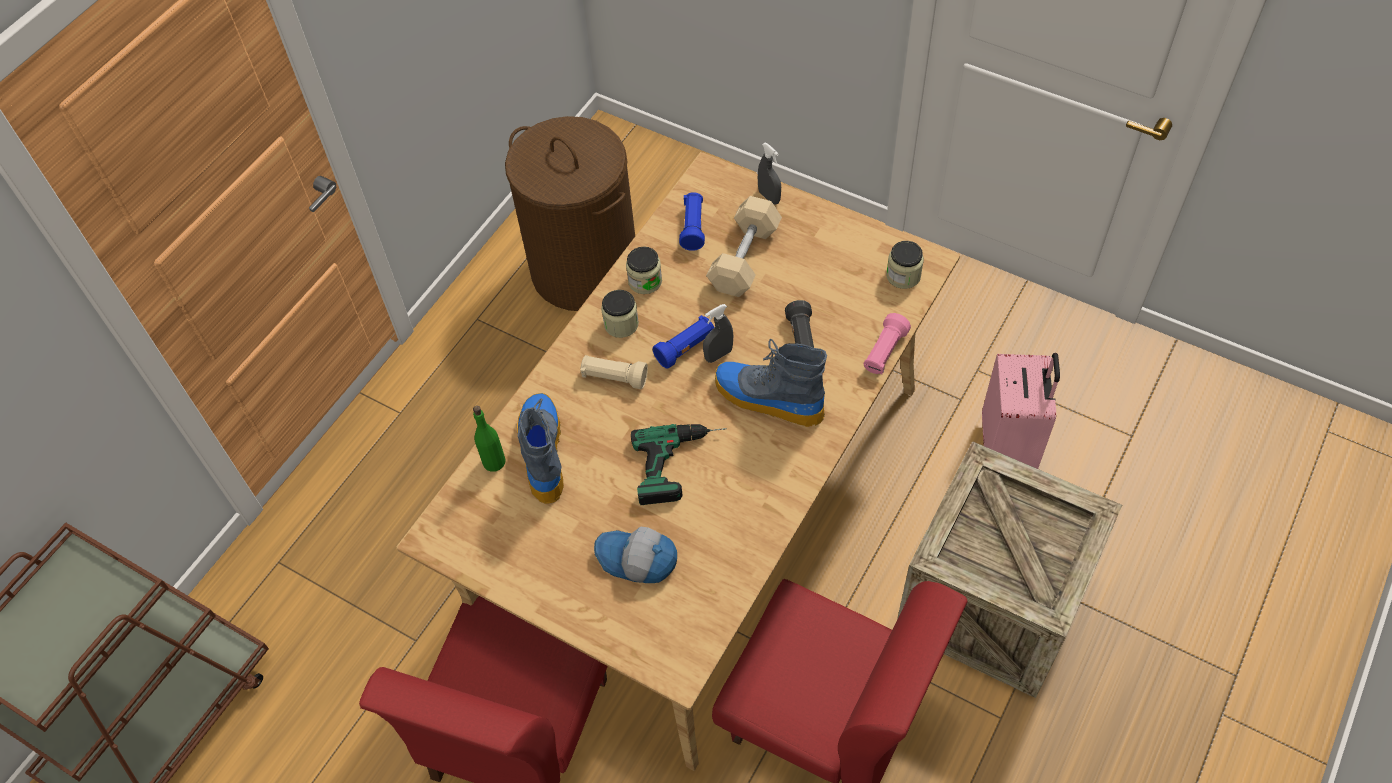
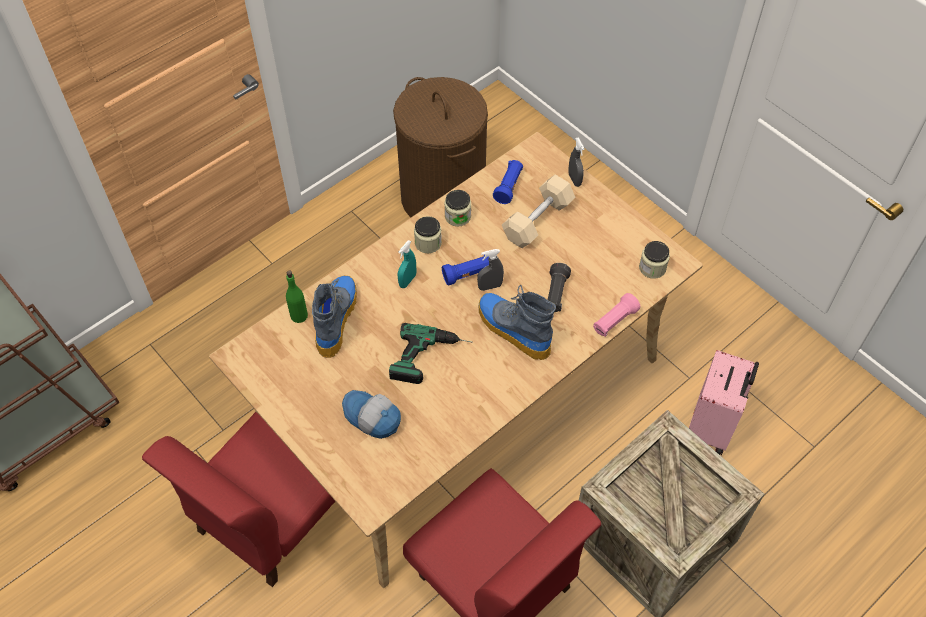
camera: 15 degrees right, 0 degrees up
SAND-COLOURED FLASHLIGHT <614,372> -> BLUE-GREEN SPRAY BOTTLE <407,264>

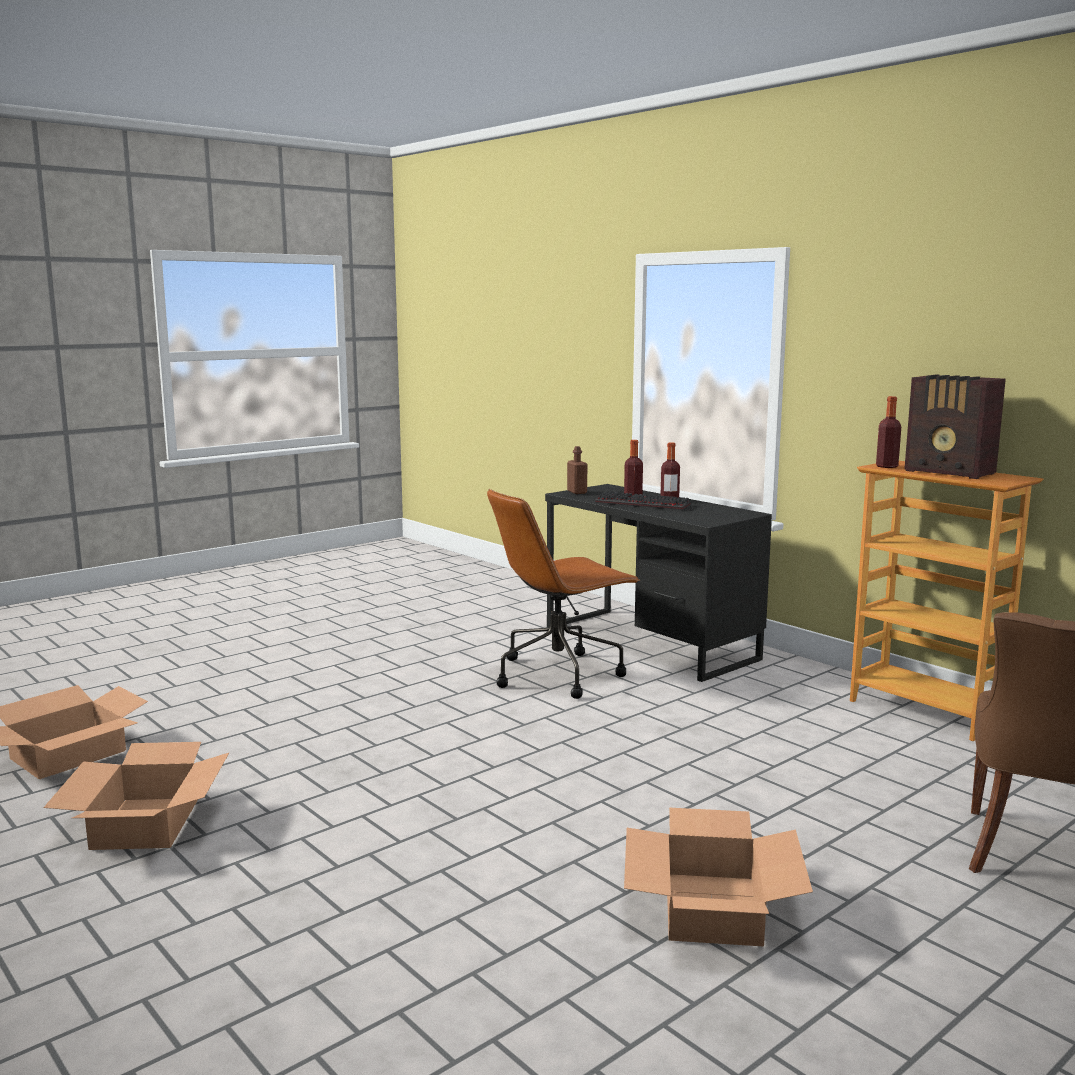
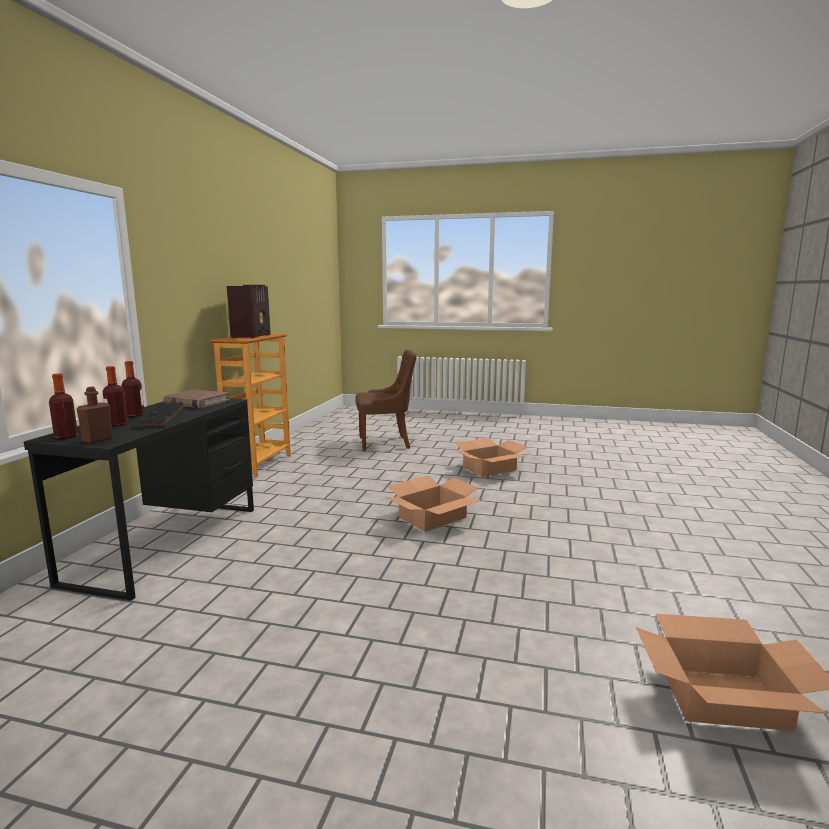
camera: 125 degrees left, 0 degrees up
BEVERAGE BOTTLE <888,432> -> BEVERAGE BOTTLE <63,406>, relocated
none -> BROWNISH VOLUME <196,398>
CARDBOARD BOX <136,796> -> CARDBOARD BOX <433,503>, relocated
BROWNISH DESK CHAIR <563,594> -> none

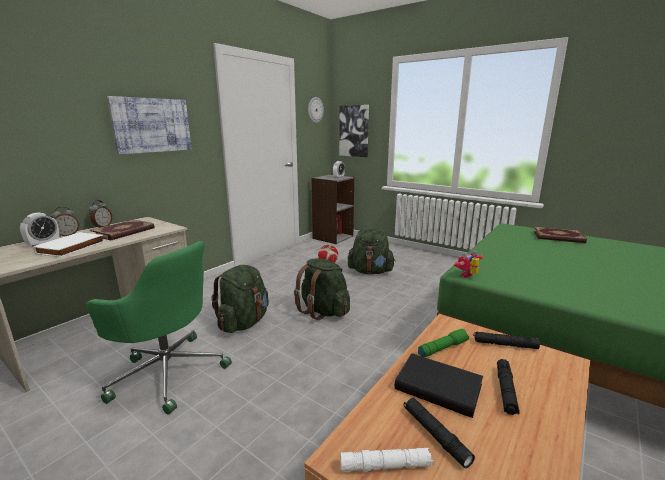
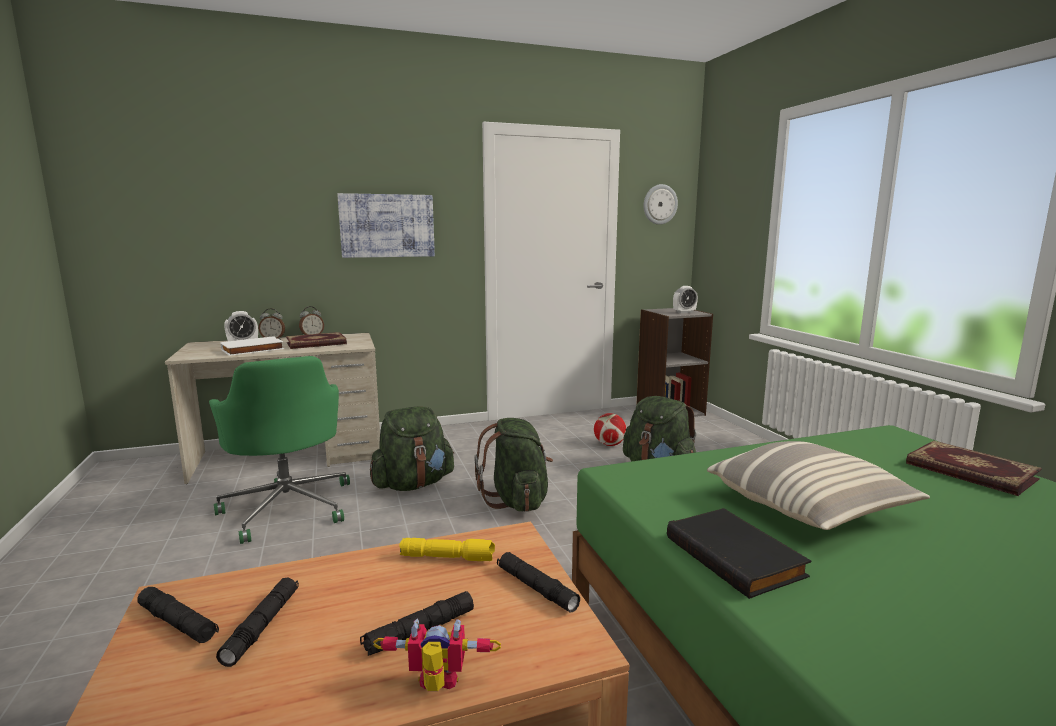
camera: 35 degrees right, 5 degrees down
WHITE-COLOURED FLASHLIGHT <387,460> -> BLACKISH FLASHLIGHT <178,615>
TOY ROBOT <468,264> -> TOY ROBOT <437,654>, relocated
GREENISH FLASHLIGHT <443,343> -> YELLOWISH FLASHLIGHT <447,549>
BLACKISH VOLUME <439,385> -> BLACKISH VOLUME <739,553>, relocated
none -> THROW PILLOW <818,485>
PICTURE <354,131> -> none

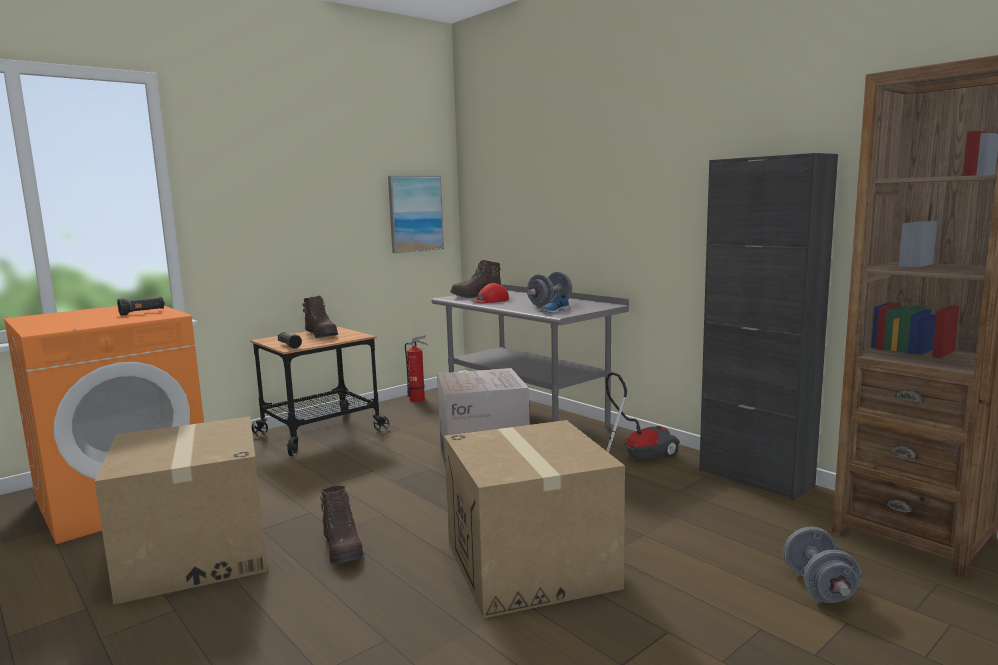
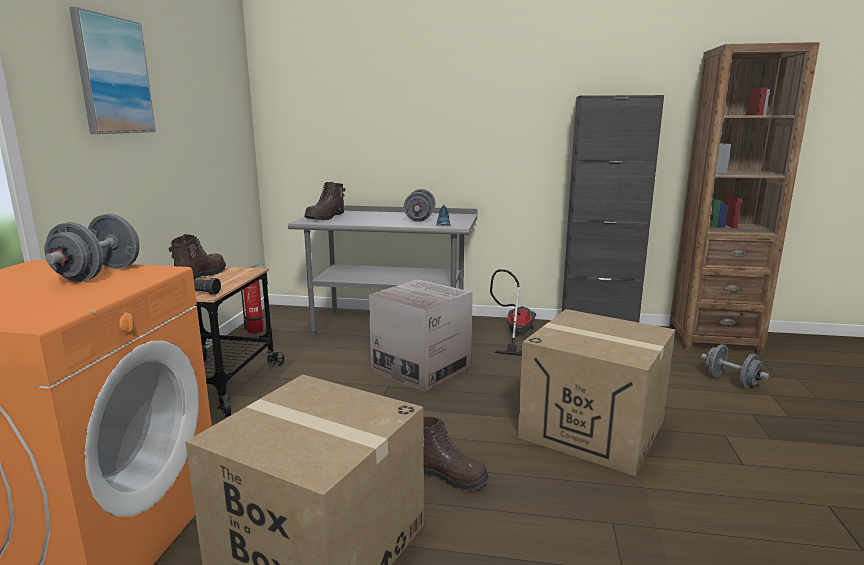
camera: 40 degrees left, 5 degrees up
BLACKISH FLASHLIGHT <141,306> -> GRAY FREE WEIGHT <92,248>
PICTURE <416,214> -> PICTURE <112,70>, relocated
BROWNISH BOOT <320,317> -> BROWNISH BOOT <197,256>, 90 degrees counterclockwise
REDDISH PEAKED CAP <490,293> -> none

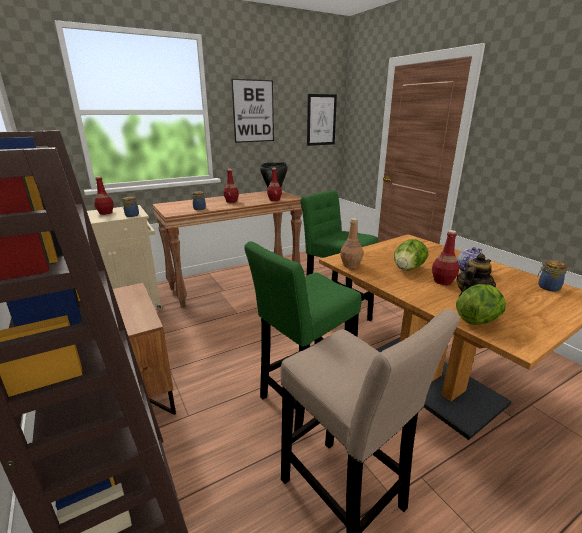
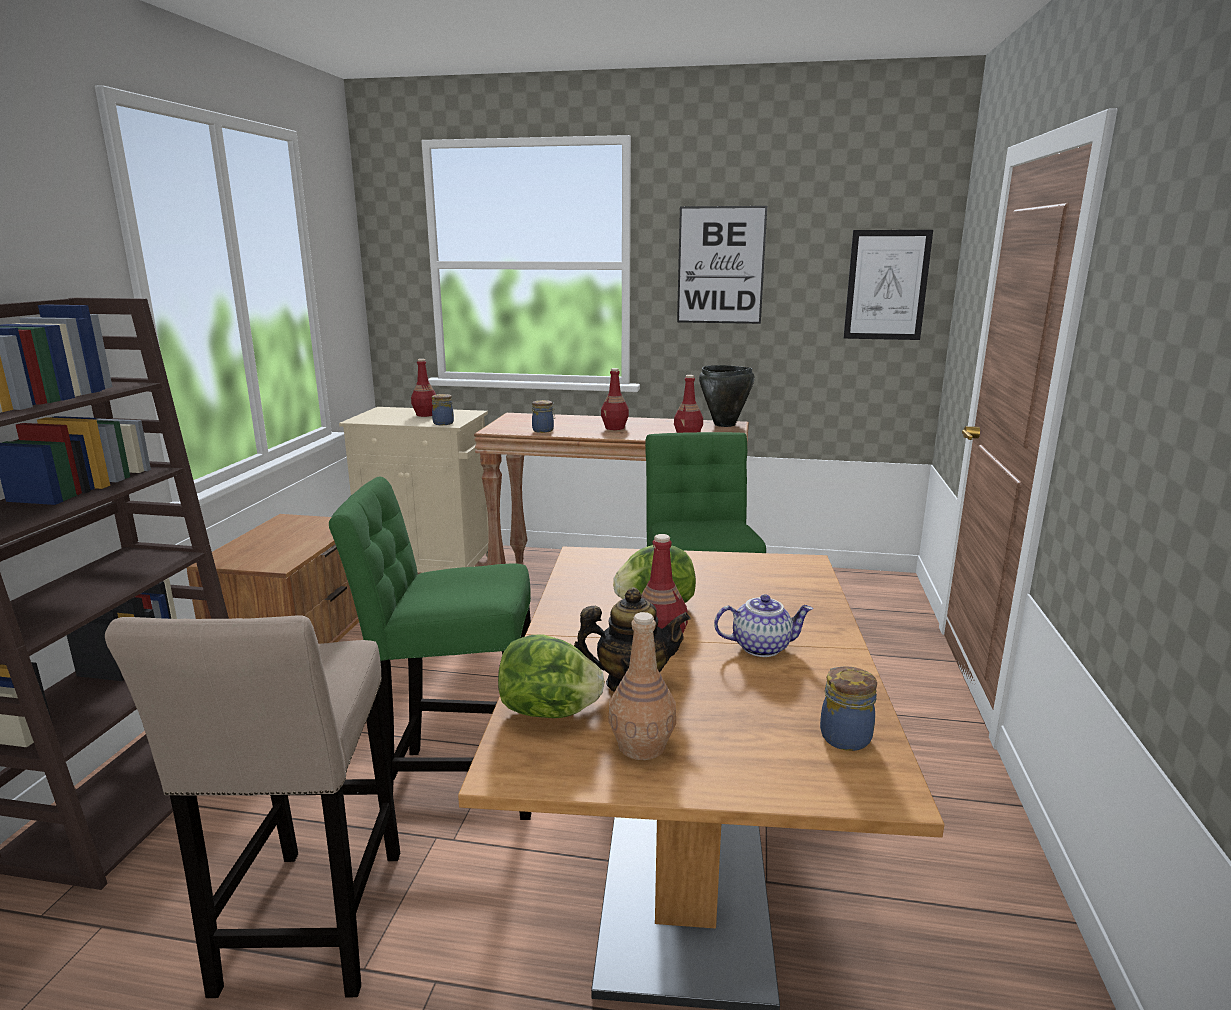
camera: 40 degrees right, 5 degrees down
BROWNISH BEVERAGE BOTTLE <351,243> -> BROWNISH BEVERAGE BOTTLE <642,686>, relocated

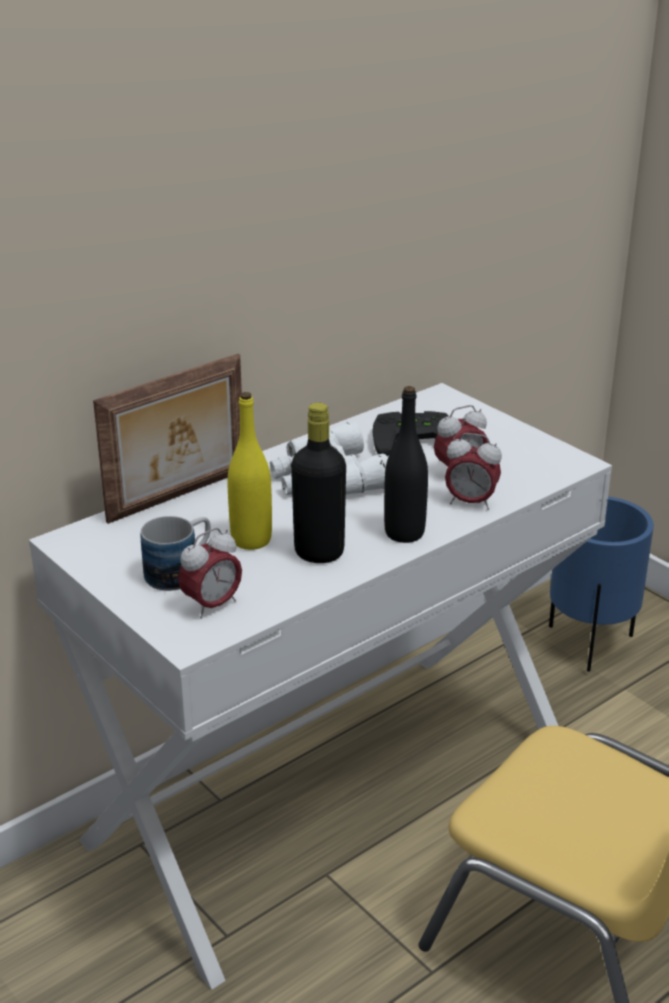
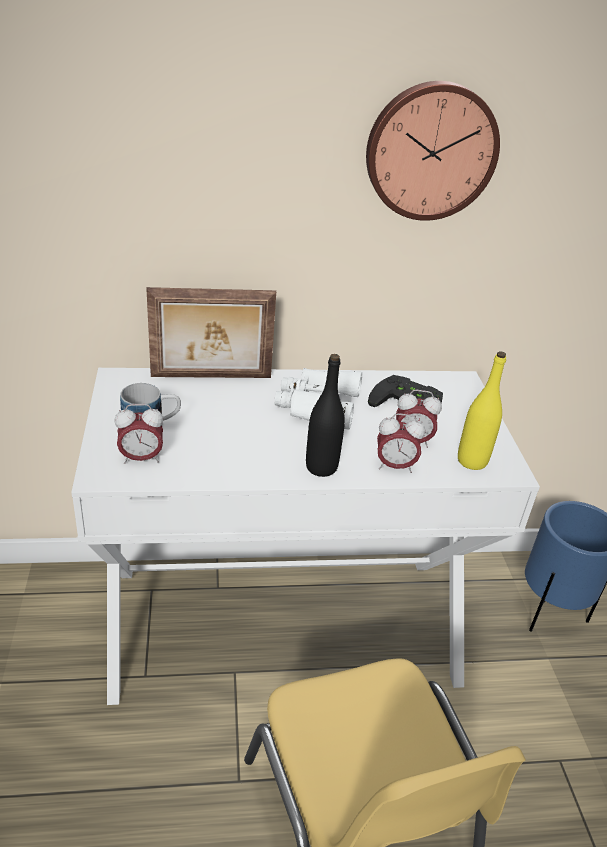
camera: 30 degrees right, 5 degrees up
none -> HANGING CLOCK <433,151>
BEDSIDE CLOCK <473,471> -> BEDSIDE CLOCK <401,443>, 45 degrees counterclockwise
YELLOWISH BEVERAGE BOTTLE <250,471> -> YELLOWISH BEVERAGE BOTTLE <482,410>, relocated
BLACKISH BEVERAGE BOTTLE <318,483> -> none

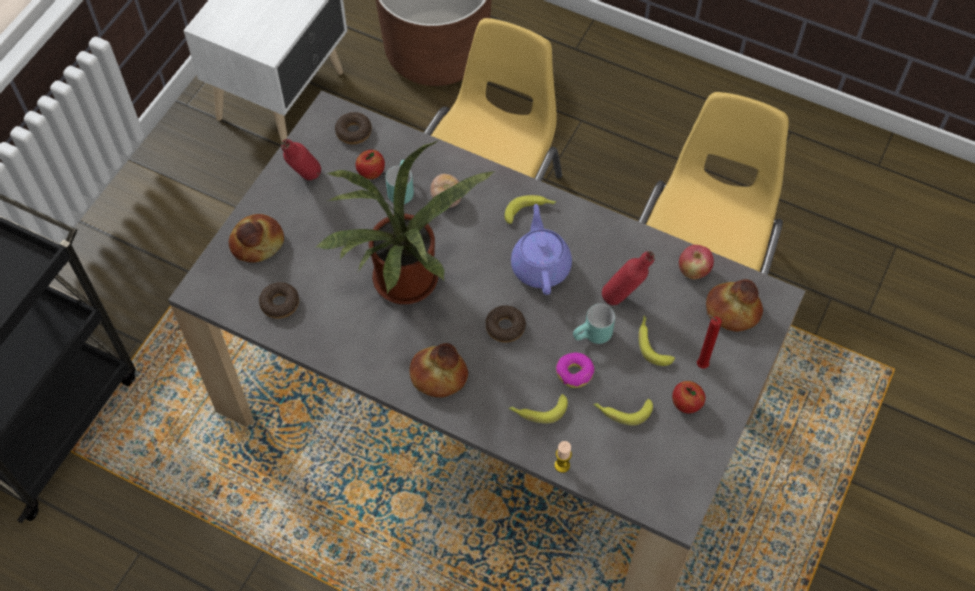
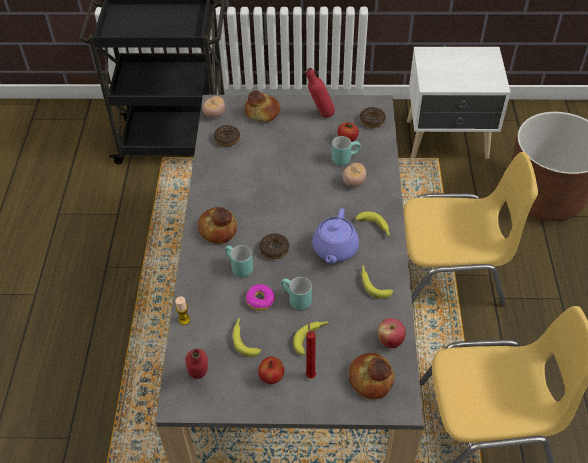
camera: 65 degrees right, 10 degrees down
REDDISH BEVERAGE BOTTLE <628,278> -> REDDISH BEVERAGE BOTTLE <196,364>, relocated
none -> TOMATO <213,107>
none -> BLUE-GREEN MUG <239,261>
PURPLE-COLOURED POT FOR TEA <541,249> -> PURPLE-COLOURED POT FOR TEA <335,236>, 135 degrees clockwise
BANANA FRUIT <538,409> -> BANANA FRUIT <377,281>, relocated
HOUSEPLANT <404,222> -> none

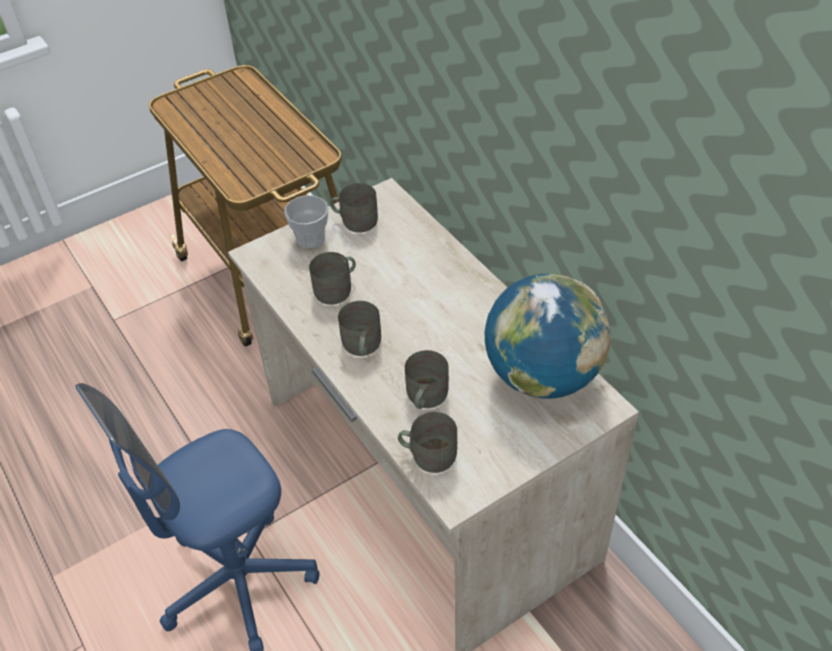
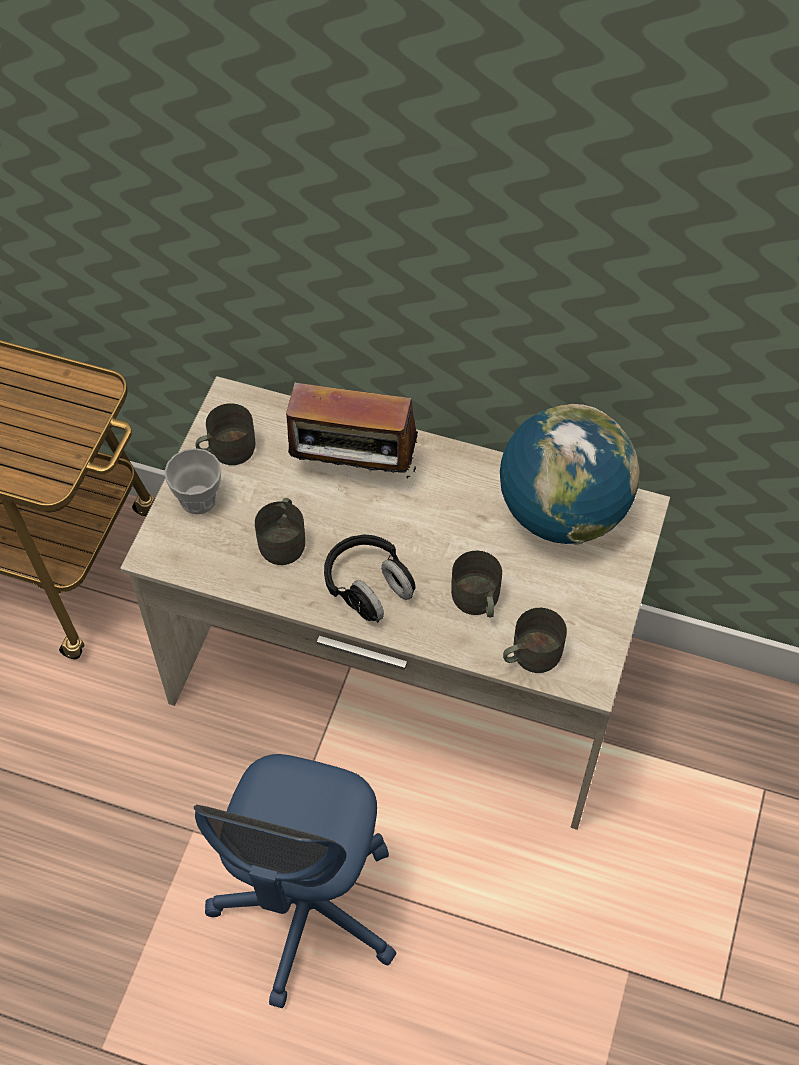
camera: 40 degrees left, 10 degrees up
none -> RADIO SET <352,427>
GRAY MUG <359,328> -> BLACKISH PAIR OF HEADPHONES <370,578>

